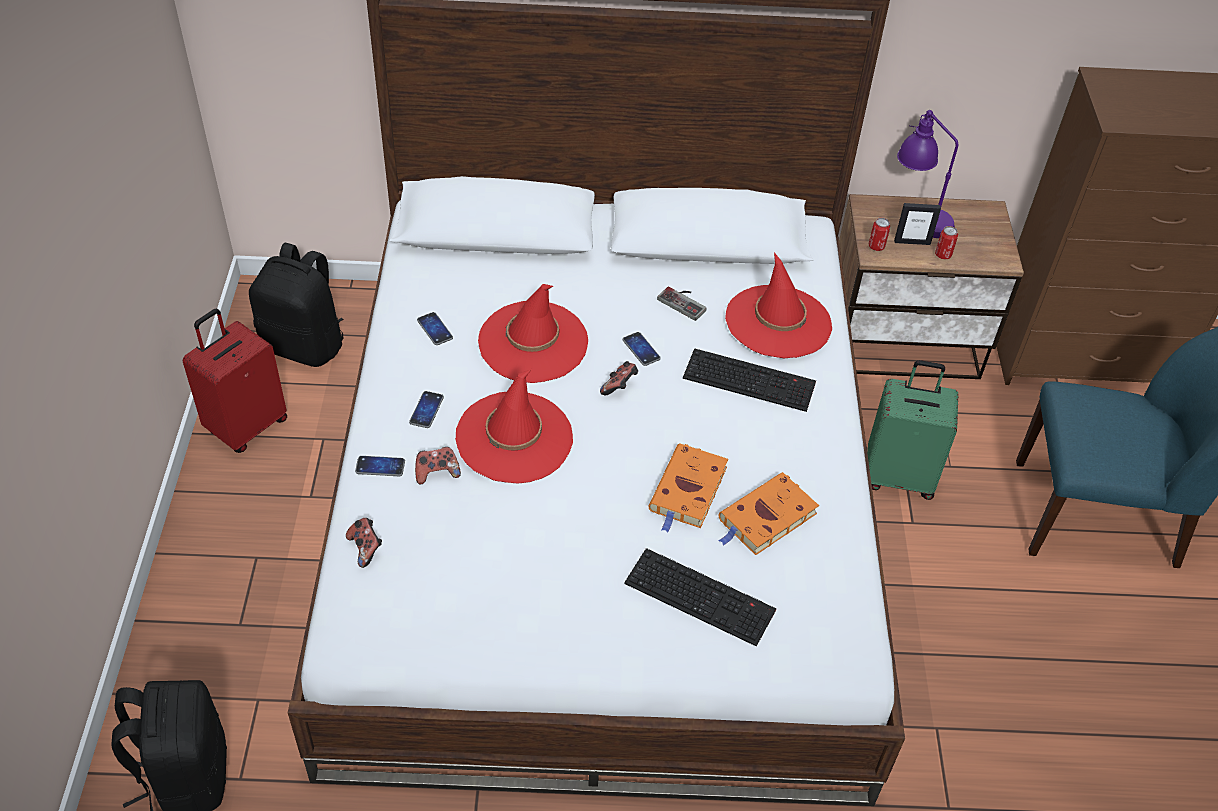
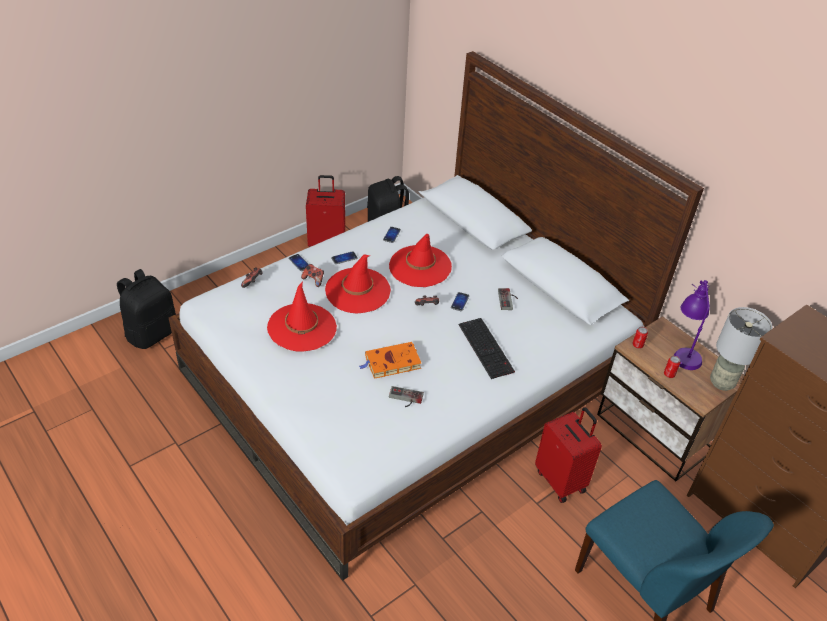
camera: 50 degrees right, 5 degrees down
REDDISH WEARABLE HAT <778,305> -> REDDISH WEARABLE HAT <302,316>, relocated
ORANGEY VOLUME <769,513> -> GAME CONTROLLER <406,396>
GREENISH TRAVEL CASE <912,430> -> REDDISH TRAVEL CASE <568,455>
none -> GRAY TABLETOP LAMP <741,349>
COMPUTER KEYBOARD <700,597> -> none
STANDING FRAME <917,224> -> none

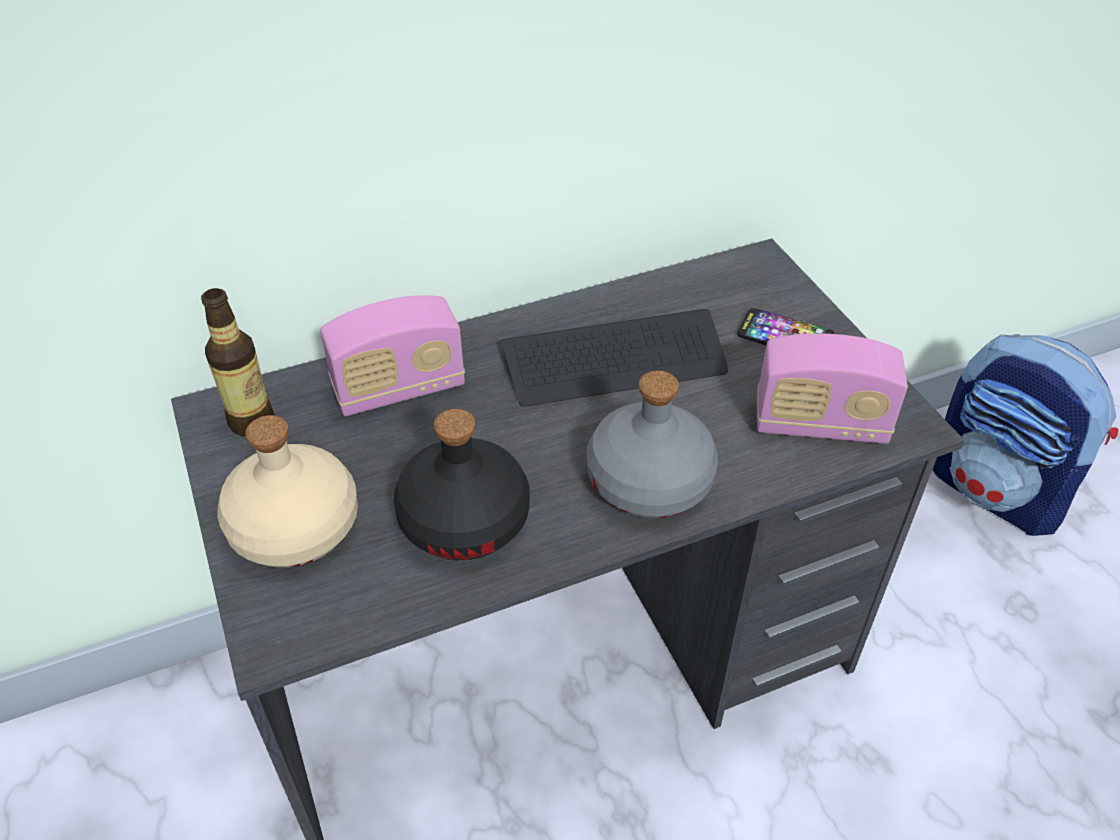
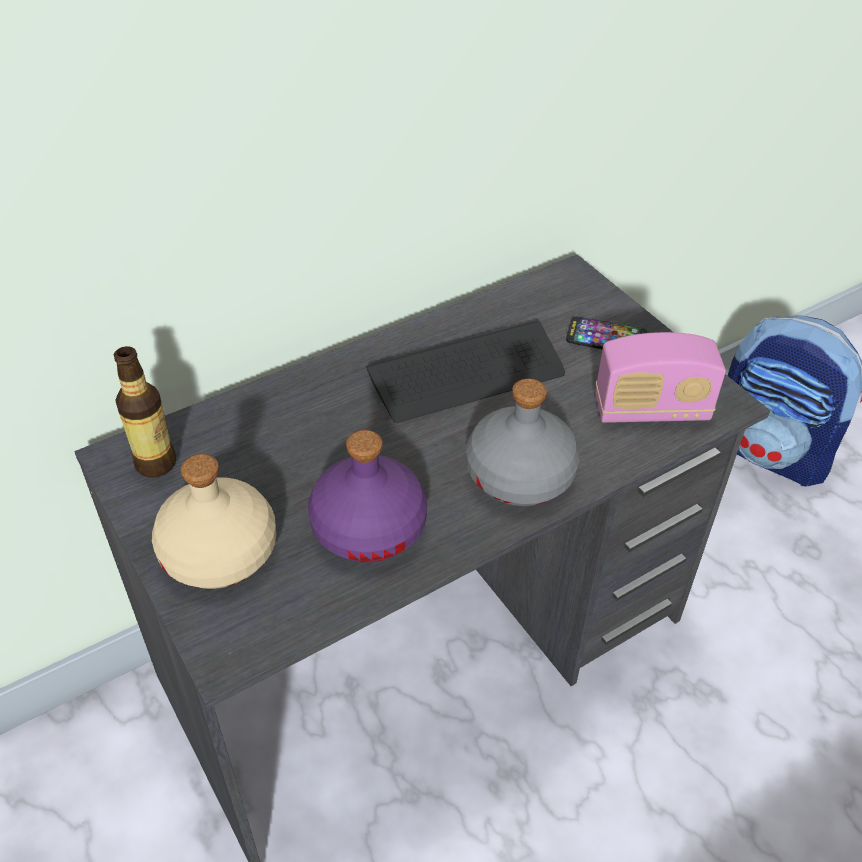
camera: 10 degrees left, 0 degrees up
BLACKISH BEVERAGE BOTTLE <462,484> -> PURPLE-COLOURED BEVERAGE BOTTLE <367,496>
RADIO SET <392,355> -> none

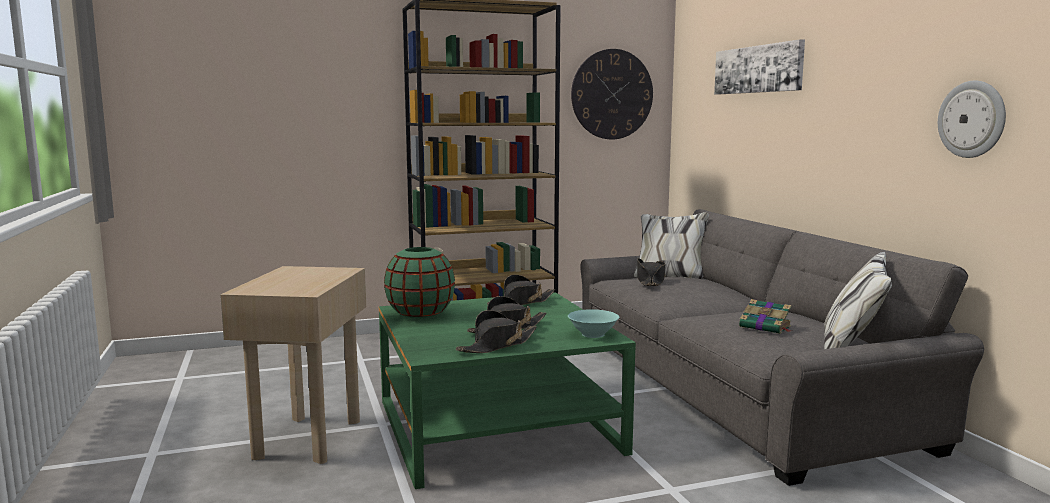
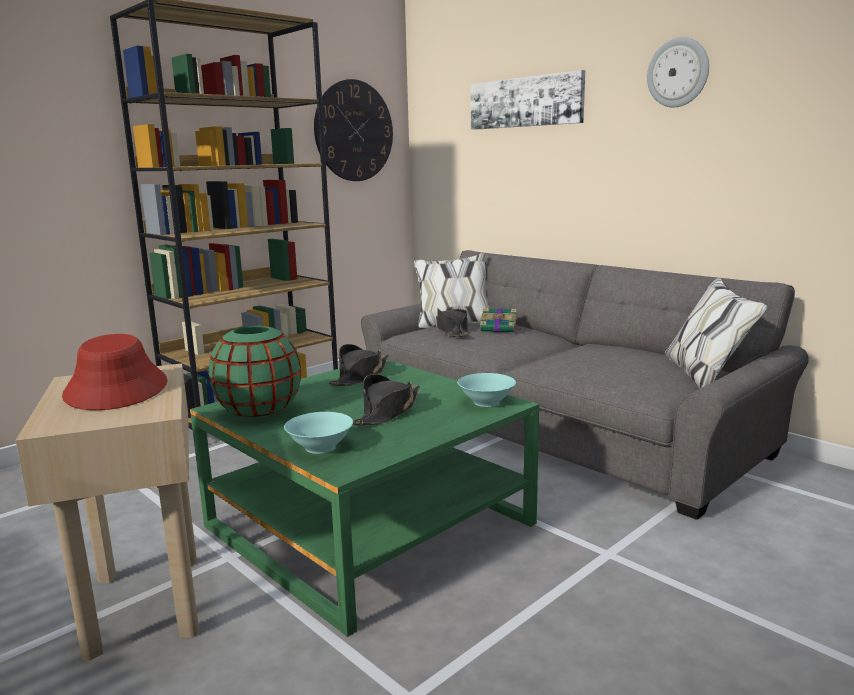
camera: 25 degrees left, 5 degrees up
none -> REDDISH WEARABLE HAT <114,372>
none -> BLUE-GREEN BOWL <318,433>
VOLUME <765,316> -> VOLUME <500,320>, relocated
HANGING CLOCK <972,119> -> HANGING CLOCK <678,72>, relocated
BLACKISH WEARABLE HAT <496,331> -> none

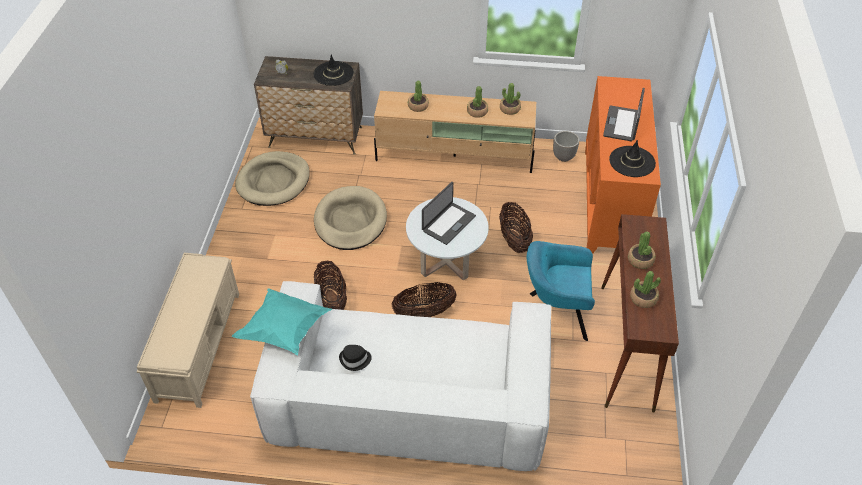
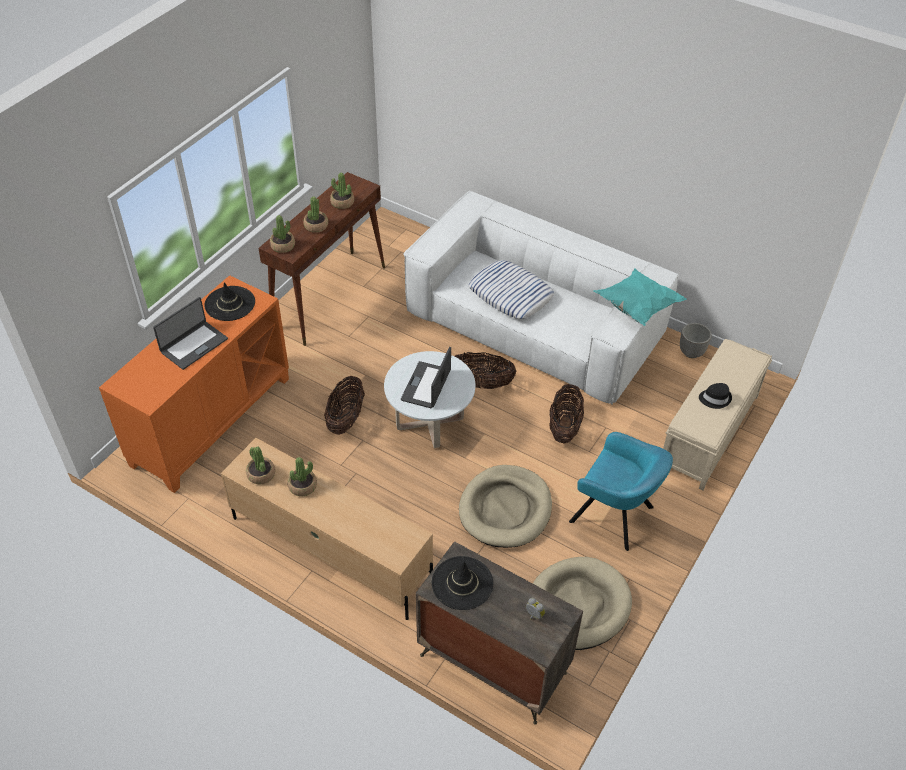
camera: 155 degrees left, 0 degrees up
HOUSEPLANT <418,96> -> HOUSEPLANT <282,234>, relocated
NOTEBOOK COMPUTER <449,213> -> NOTEBOOK COMPUTER <426,377>, 45 degrees counterclockwise
none -> THROW PILLOW <511,289>
BLUE-GREEN EASY CHAIR <561,291> -> BLUE-GREEN EASY CHAIR <621,491>, relocated
FLOWER POT <566,146> -> FLOWER POT <696,340>, relocated
BLACKISH WEARABLE HAT <355,358> -> BLACKISH WEARABLE HAT <715,396>, relocated

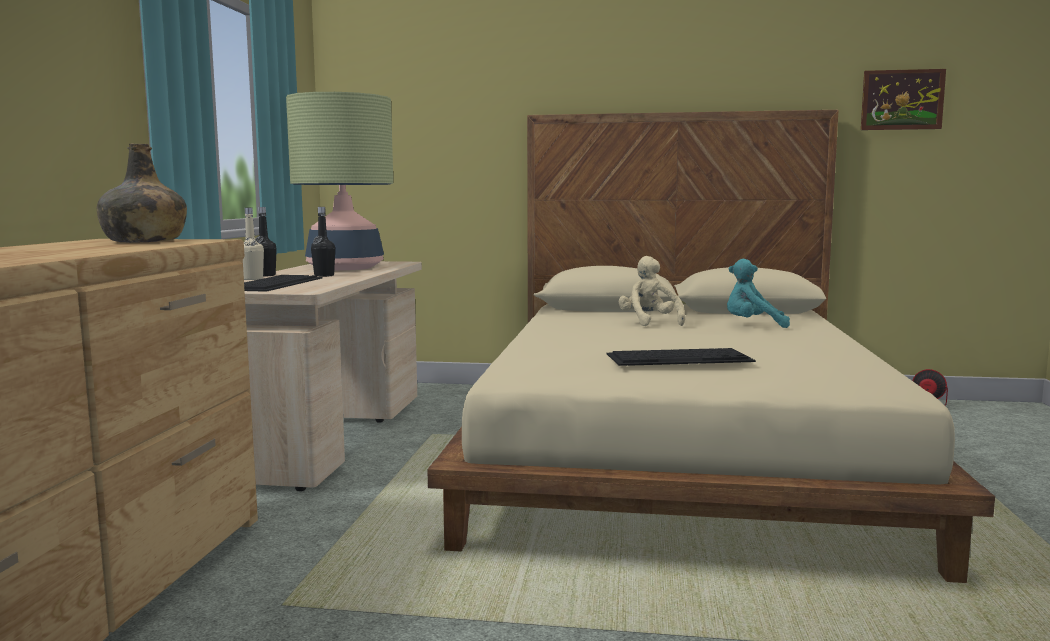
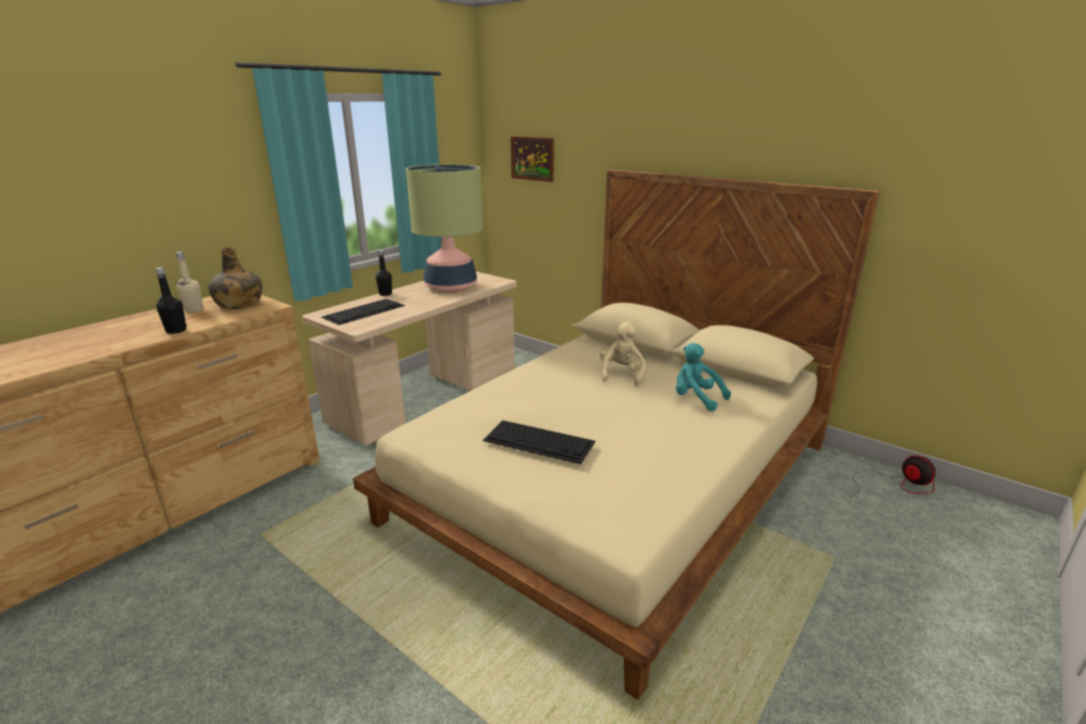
camera: 30 degrees right, 15 degrees up
BLACKISH BEVERAGE BOTTLE <323,242> -> BLACKISH BEVERAGE BOTTLE <171,300>, relocated
SAND-COLOURED BEVERAGE BOTTLE <253,244> -> SAND-COLOURED BEVERAGE BOTTLE <189,282>, relocated
PICTURE <903,99> -> PICTURE <532,159>, relocated

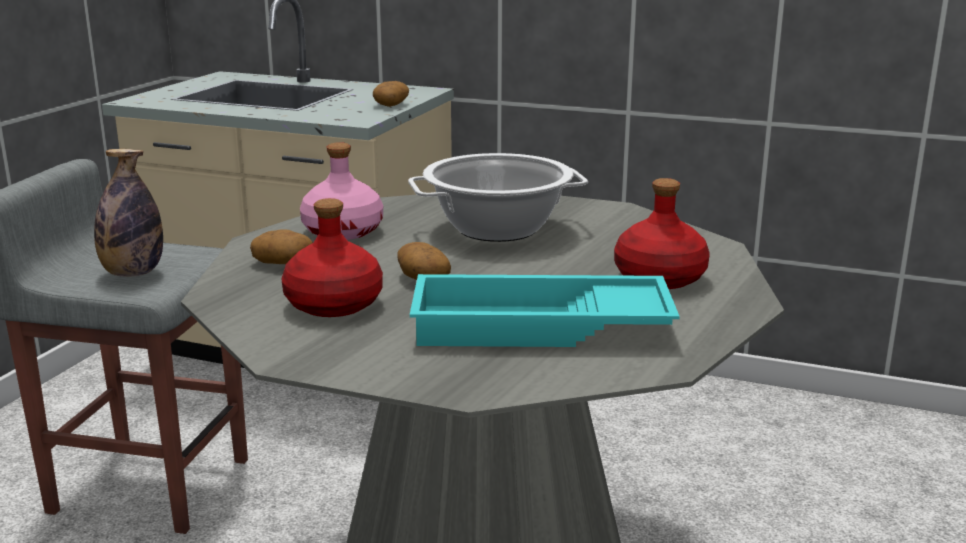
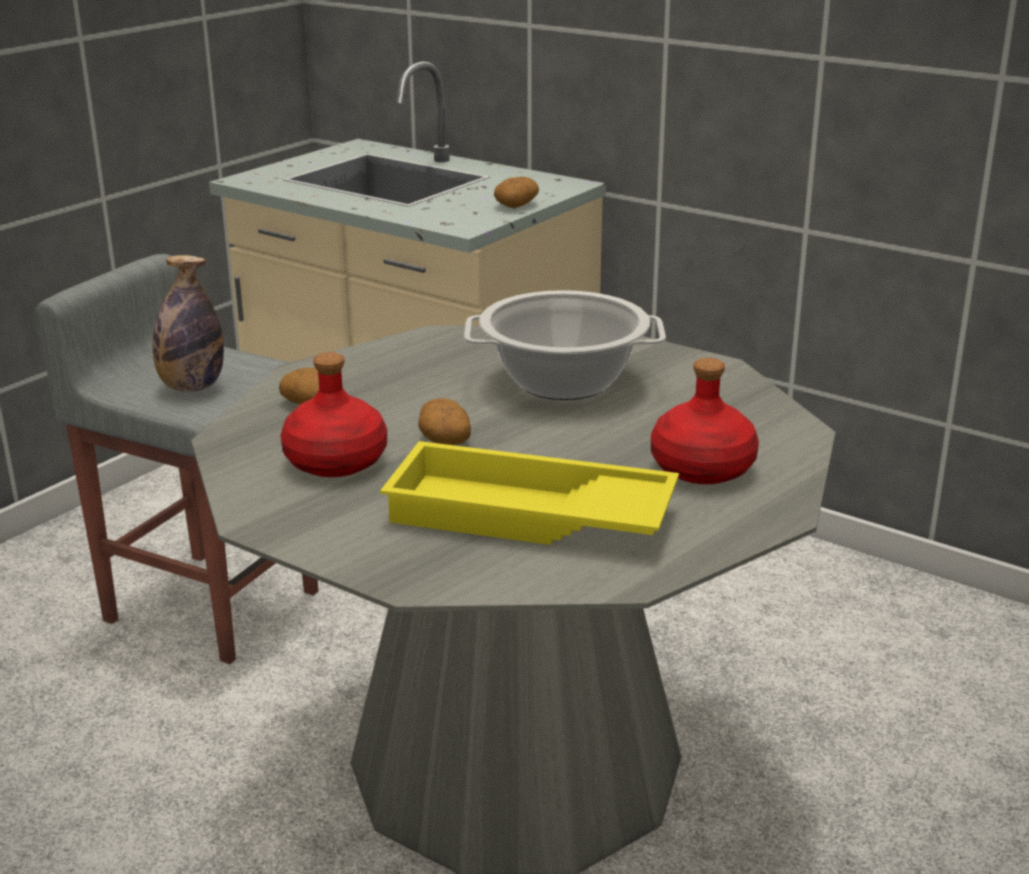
camera: 15 degrees right, 5 degrees up
BLUE-GREEN SERVING TRAY <545,310> -> YELLOWISH SERVING TRAY <529,493>
PINKISH BEVERAGE BOTTLE <341,191> -> none

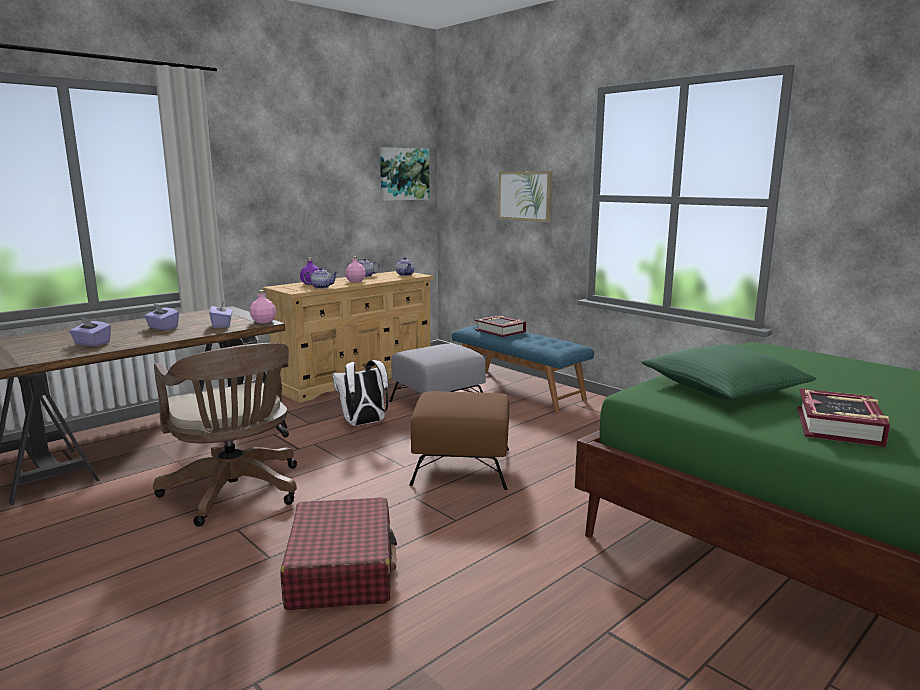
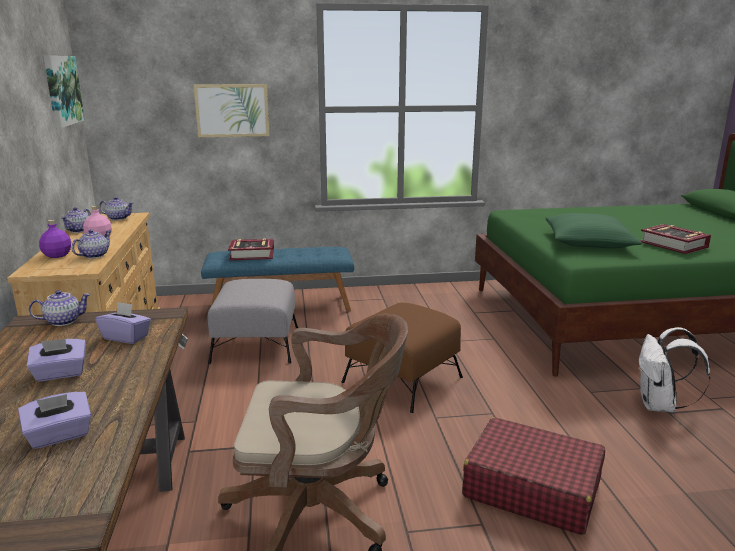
camera: 55 degrees left, 5 degrees up
none -> POT FOR TEA <60,308>
WHITE-COLOURED RUCKSACK <360,393> -> WHITE-COLOURED RUCKSACK <674,370>, relocated
PINKISH BEVERAGE BOTTLE <263,306> -> none

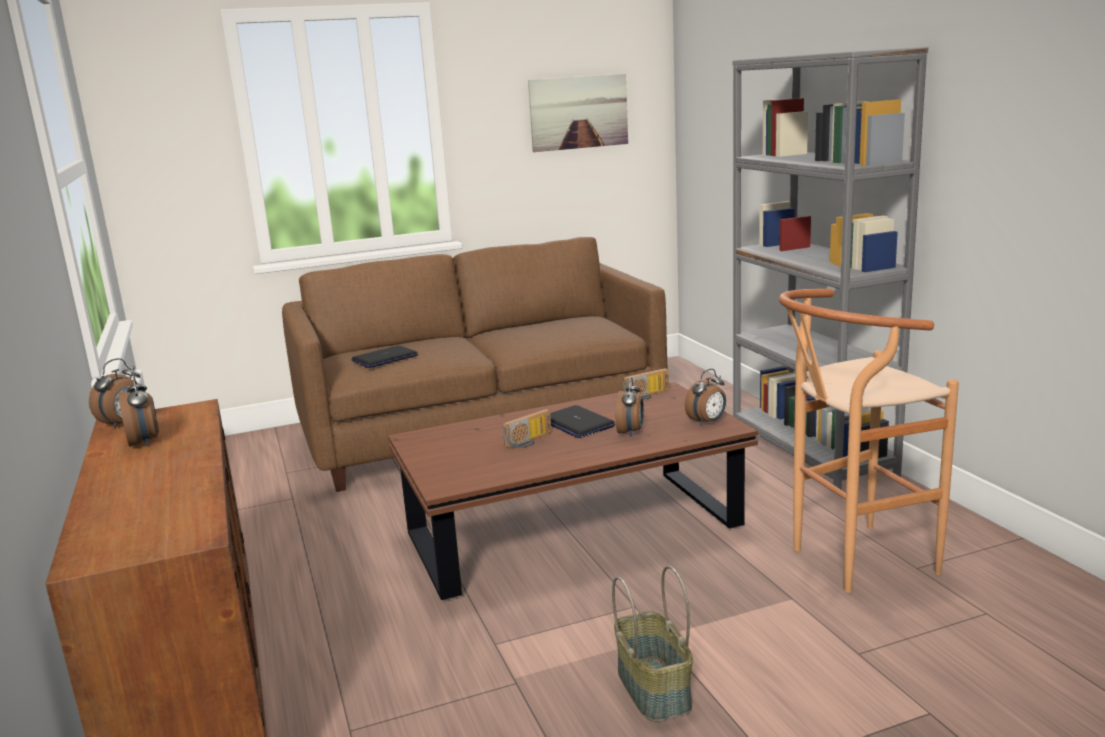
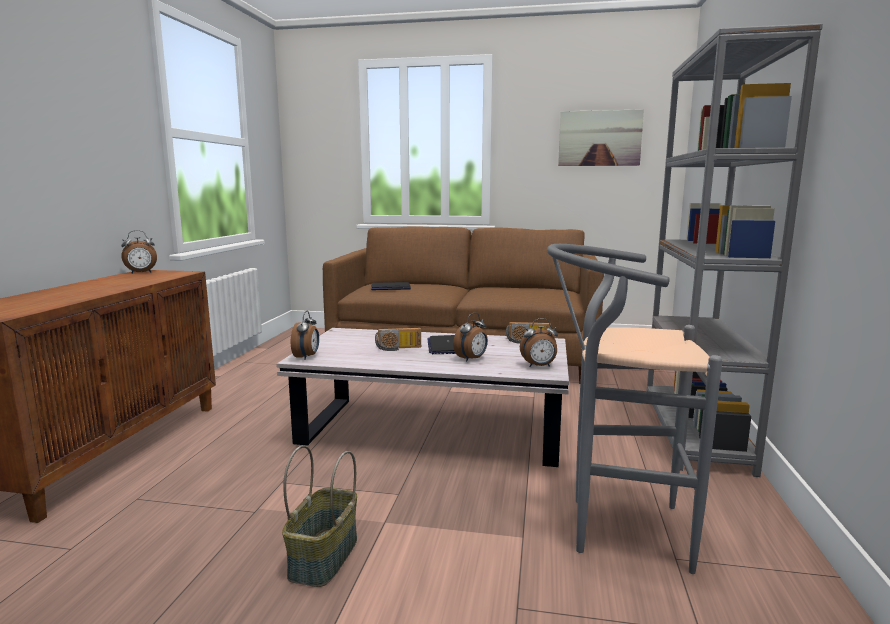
camera: 30 degrees right, 5 degrees down
BROWNISH COFFEE TABLE <573,491> -> WHITE-COLOURED COFFEE TABLE <423,397>
BEDSIDE CLOCK <139,409> -> BEDSIDE CLOCK <305,335>, relocated
BROWNISH STOOL <869,441> -> GRAY STOOL <634,409>

